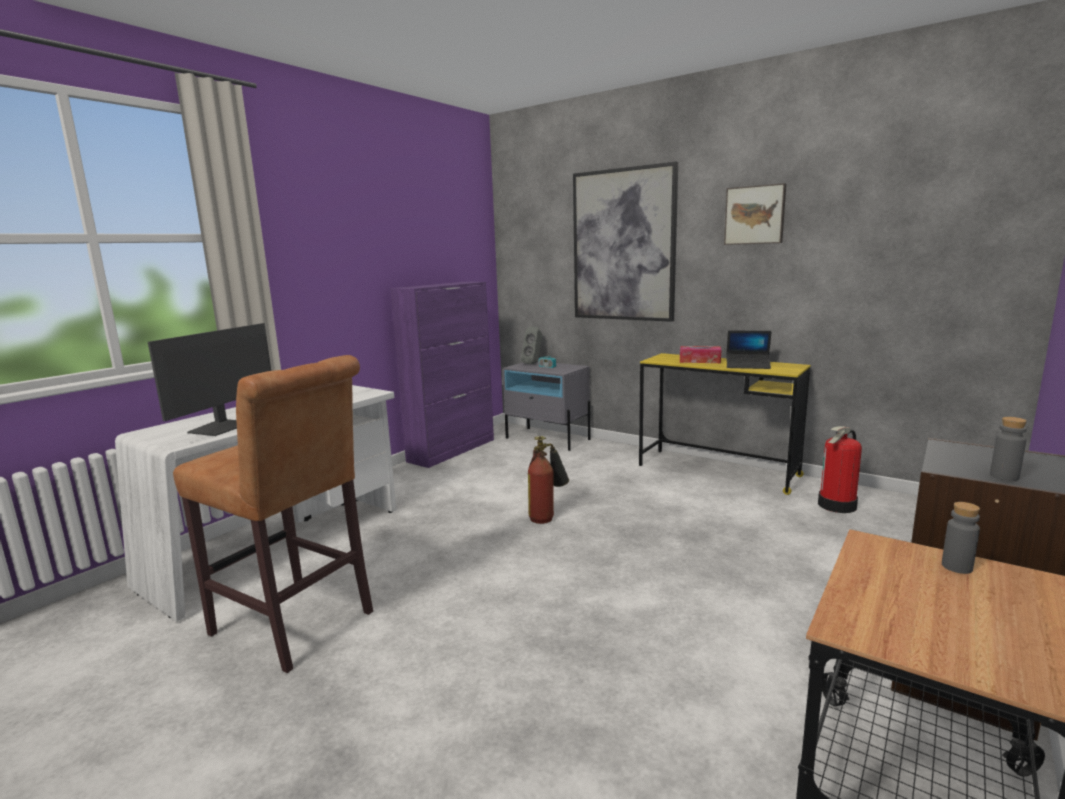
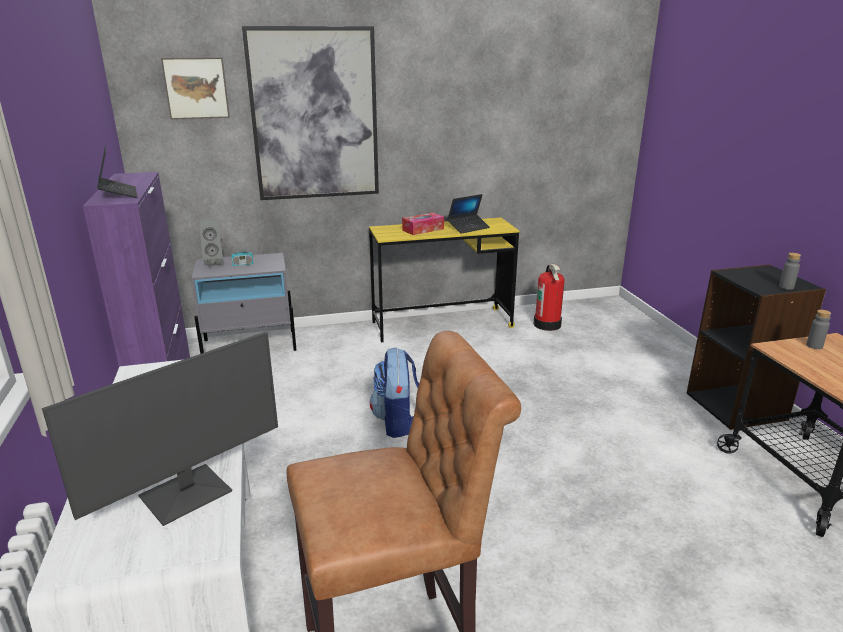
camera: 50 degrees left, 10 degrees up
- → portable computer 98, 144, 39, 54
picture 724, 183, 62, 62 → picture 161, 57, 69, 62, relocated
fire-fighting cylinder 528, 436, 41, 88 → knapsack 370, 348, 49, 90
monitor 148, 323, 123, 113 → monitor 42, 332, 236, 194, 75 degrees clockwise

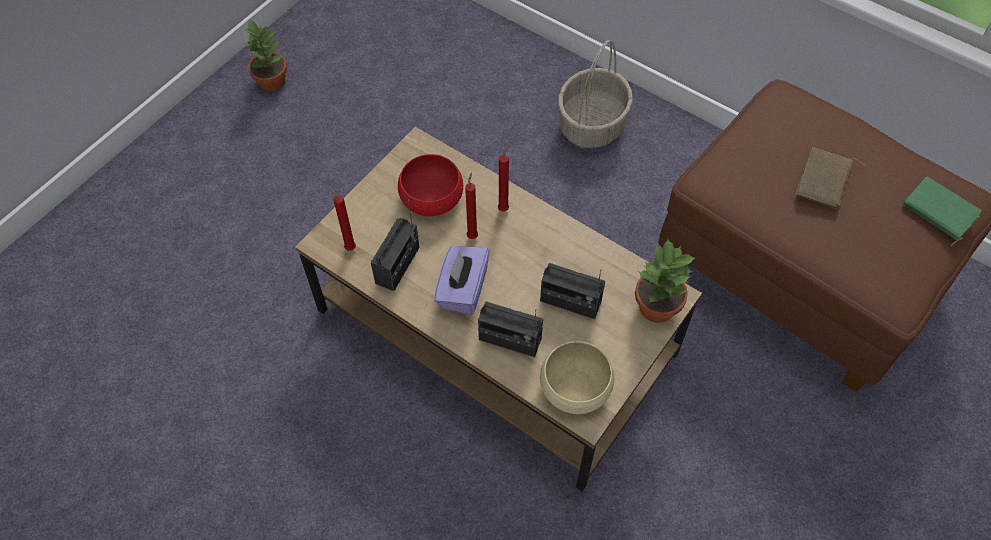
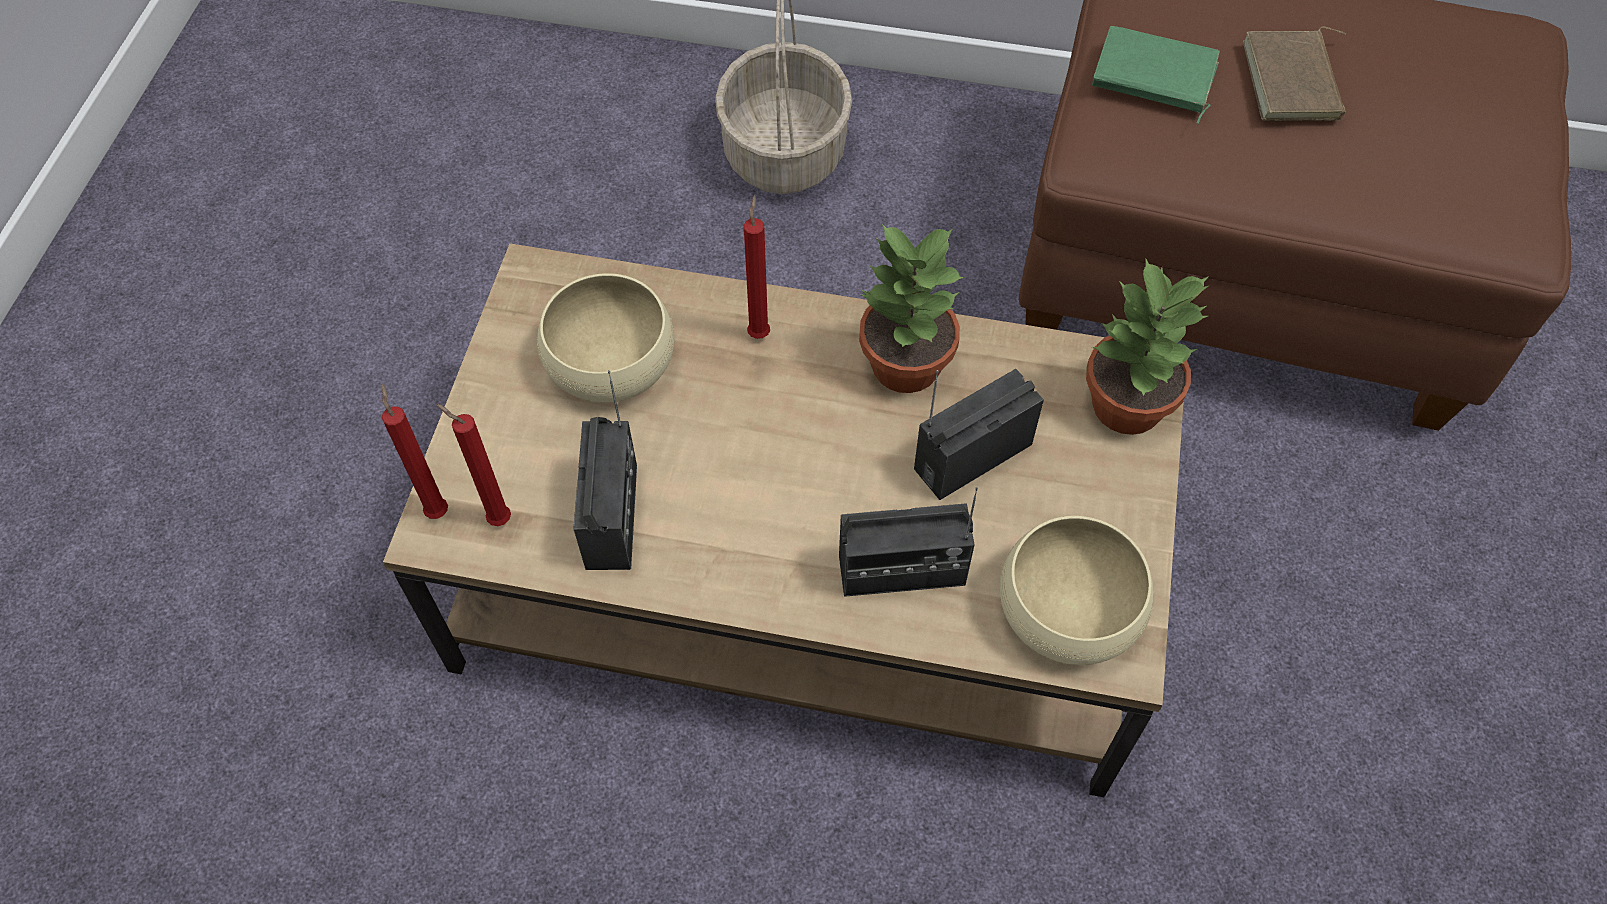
camera: 25 degrees left, 0 degrees up
purplish tissue box 434, 246, 56, 69 → -
houseplant 245, 19, 42, 72 → houseplant 859, 224, 106, 169, relocated
red-coloured wax candle 465, 172, 13, 67 → red-coloured wax candle 382, 384, 66, 135, relocated
greenish volume 903, 177, 79, 69 → greenish volume 1092, 26, 128, 98, relocated
red-coloured serving bowl 398, 154, 65, 62 → beige serving bowl 537, 273, 138, 130
radio set 540, 263, 65, 56 → radio set 914, 369, 130, 131, 150 degrees clockwise

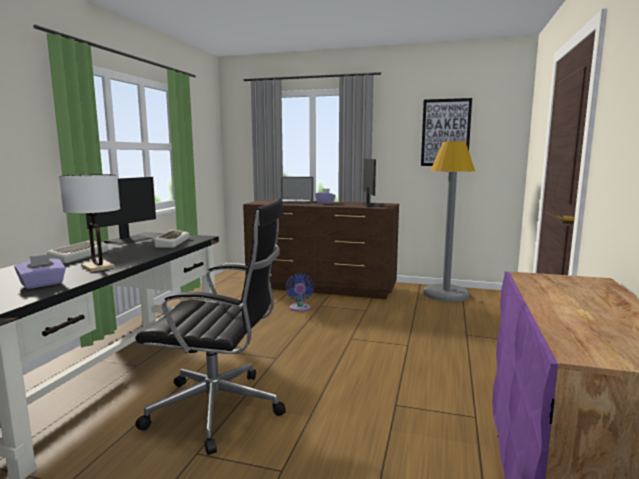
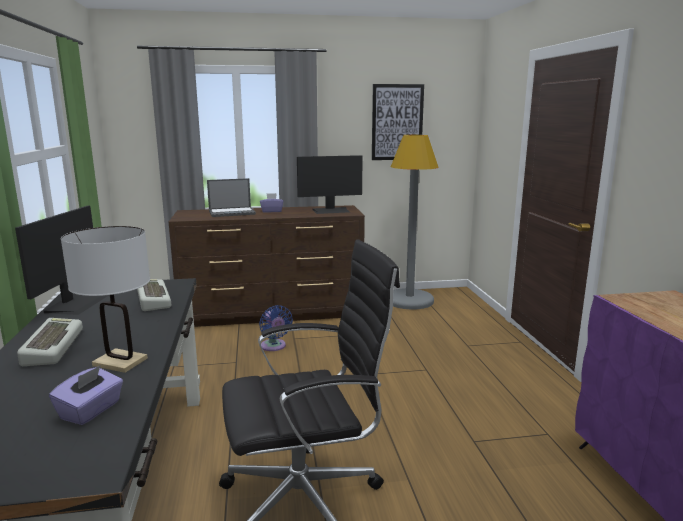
camera: 25 degrees left, 5 degrees up
monitor 362, 159, 22, 48 → monitor 297, 155, 66, 59, 105 degrees clockwise

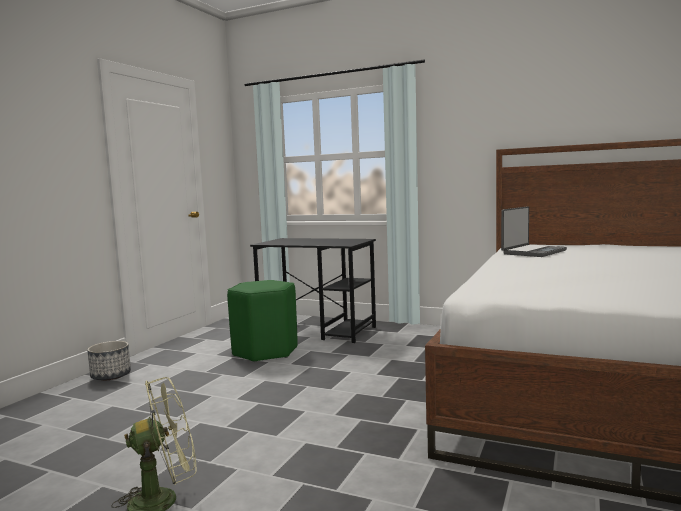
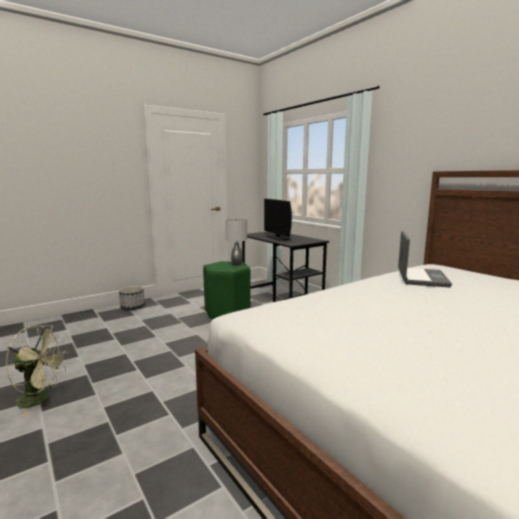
camera: 30 degrees right, 5 degrees up
- → greyish lamp for a table 226, 219, 21, 46
- → monitor 264, 199, 28, 42
portable computer 501, 206, 66, 51 → portable computer 398, 231, 54, 56, 60 degrees counterclockwise

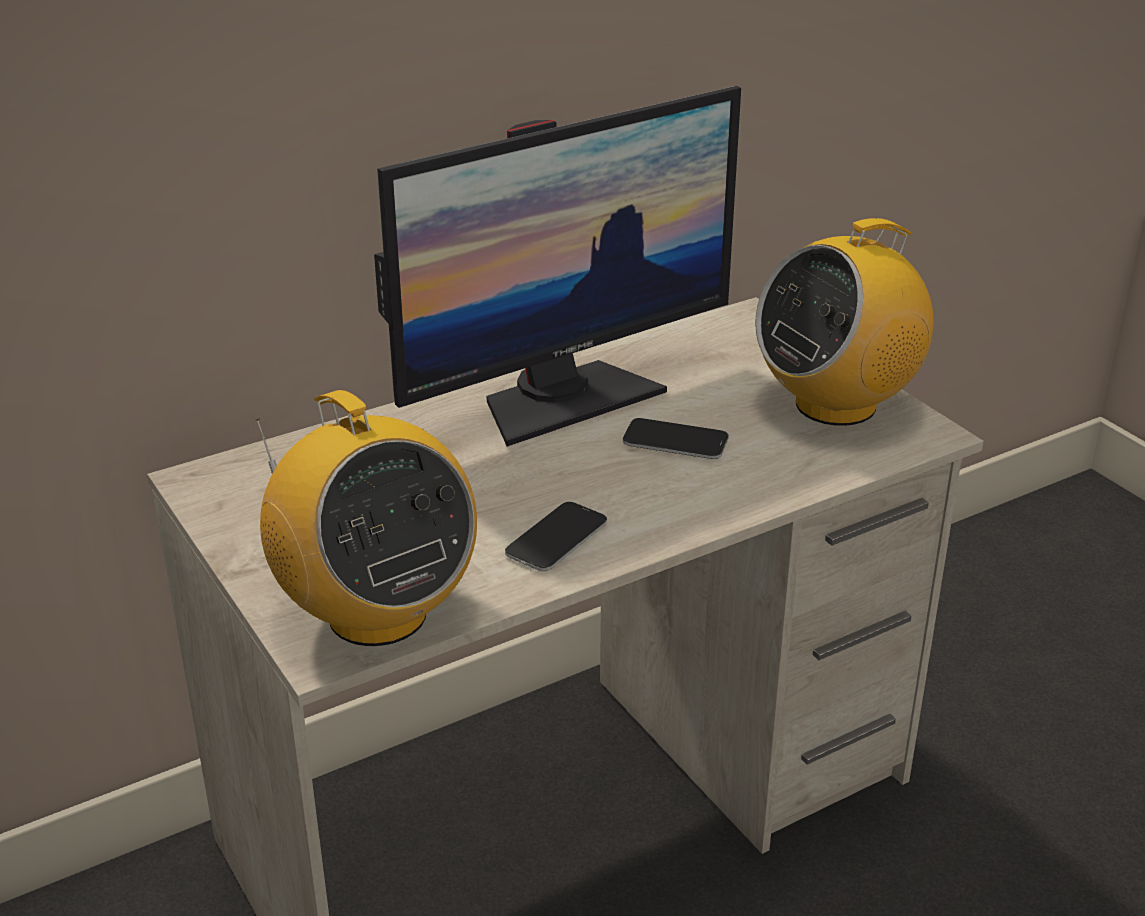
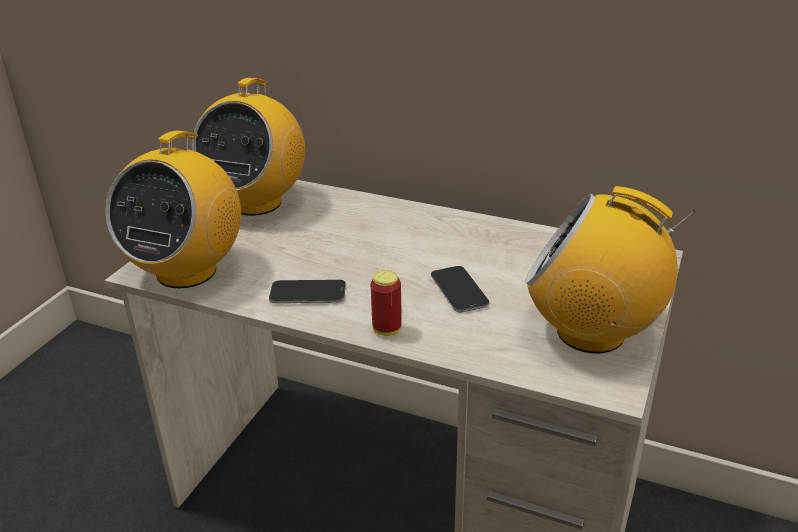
camera: 55 degrees right, 0 degrees up
monitor 374, 86, 367, 361 → -
- → radio set 192, 78, 113, 138
- → metal can 371, 270, 31, 66

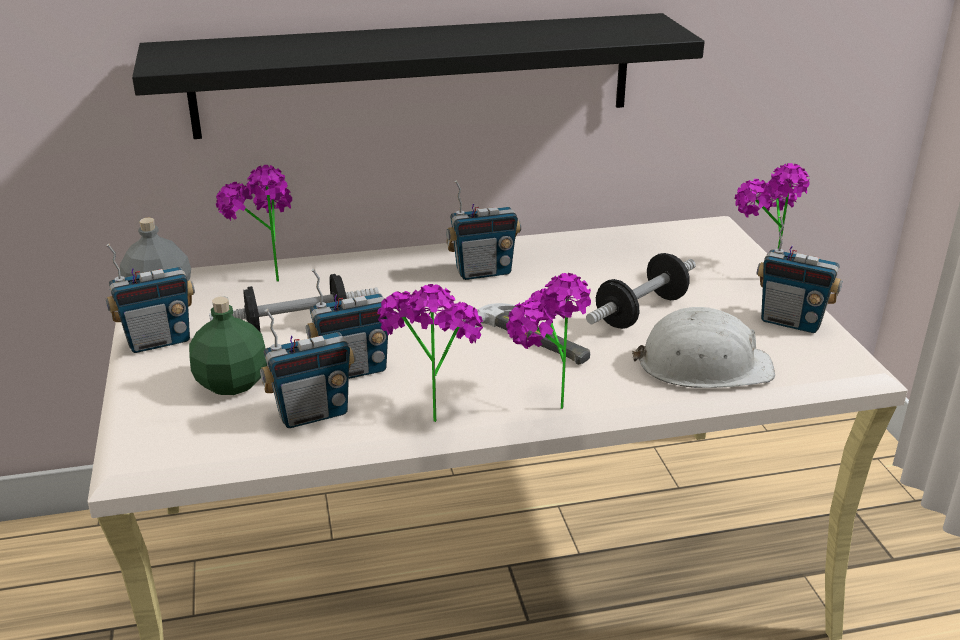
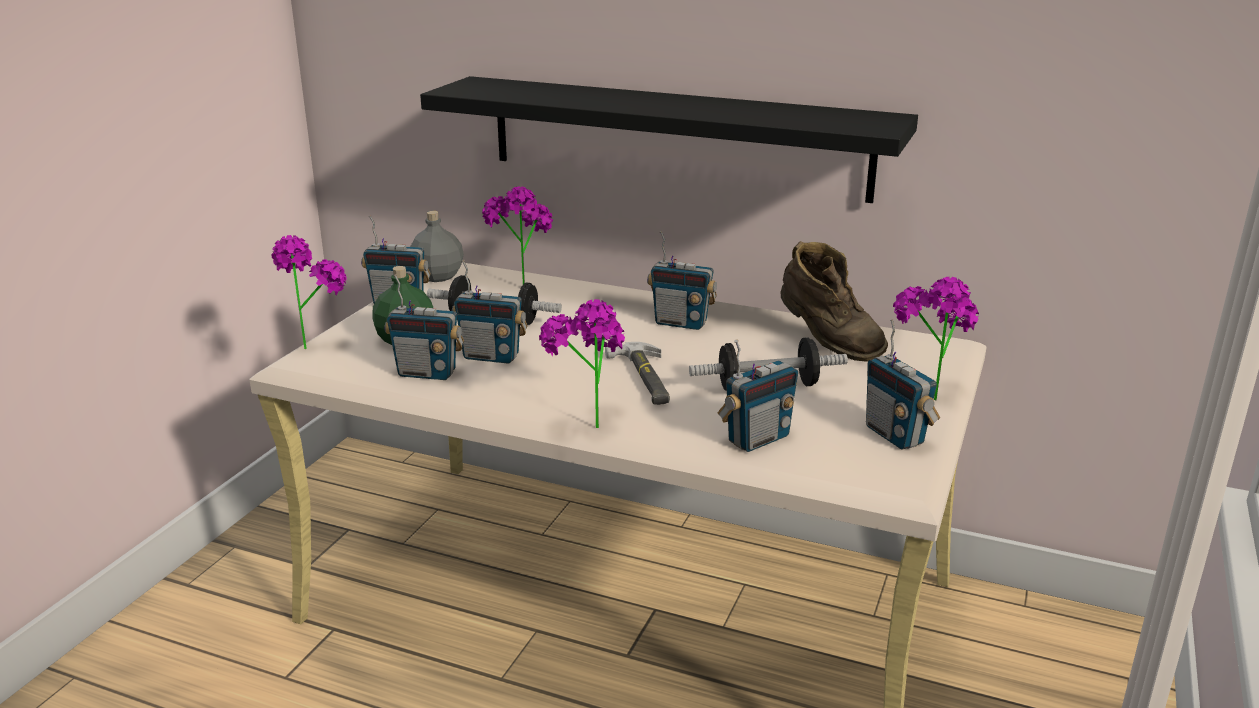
camera: 35 degrees right, 5 degrees down
- → brown-coloured boot 780, 241, 108, 121
houseplant 378, 284, 105, 138 → houseplant 271, 235, 76, 114, relocated
white work helmet 632, 307, 143, 81 → radio set 718, 340, 80, 112

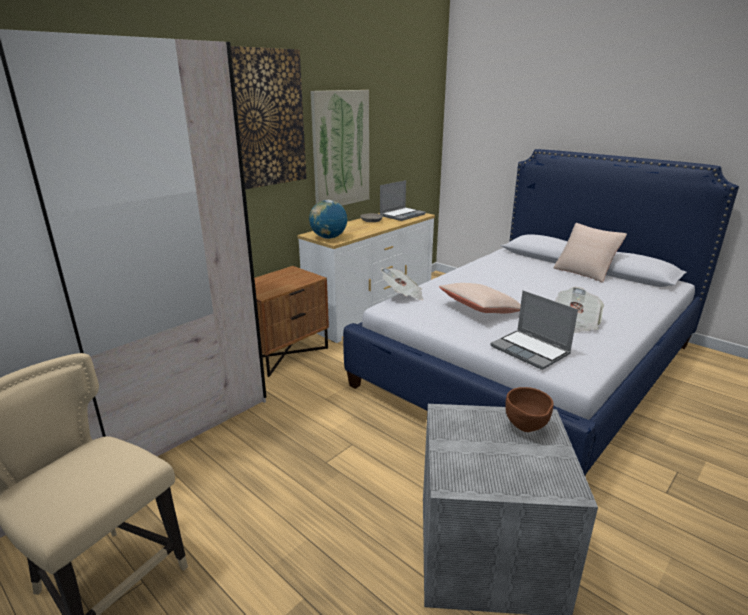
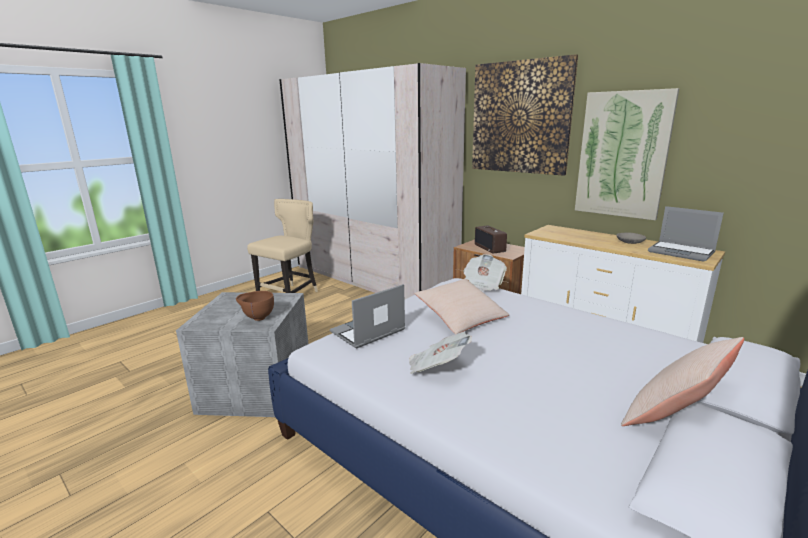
camera: 90 degrees right, 5 degrees down
globe 309, 200, 38, 39 → -
- → radio set 475, 225, 32, 29

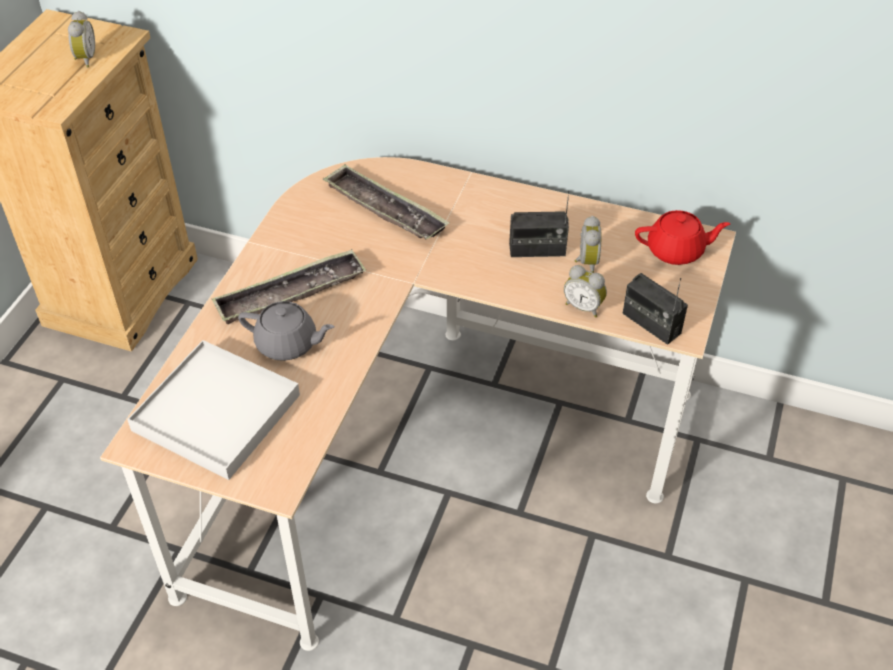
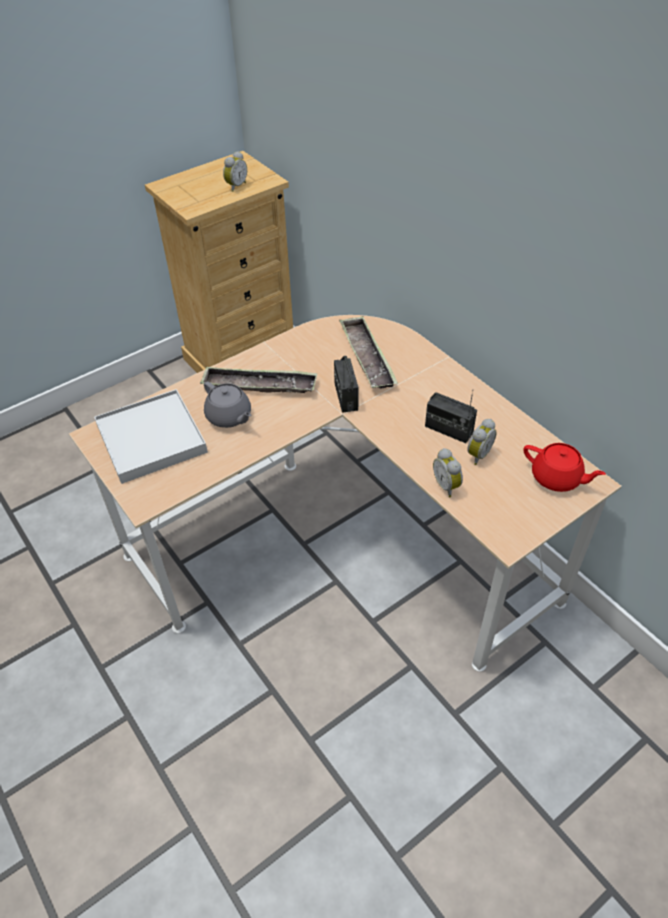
camera: 35 degrees right, 0 degrees up
radio set 622, 273, 66, 72 → radio set 334, 356, 25, 57, relocated

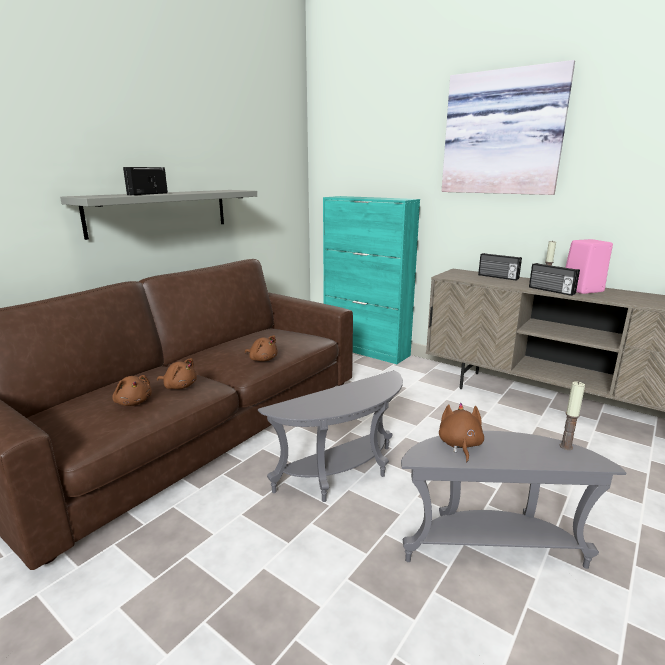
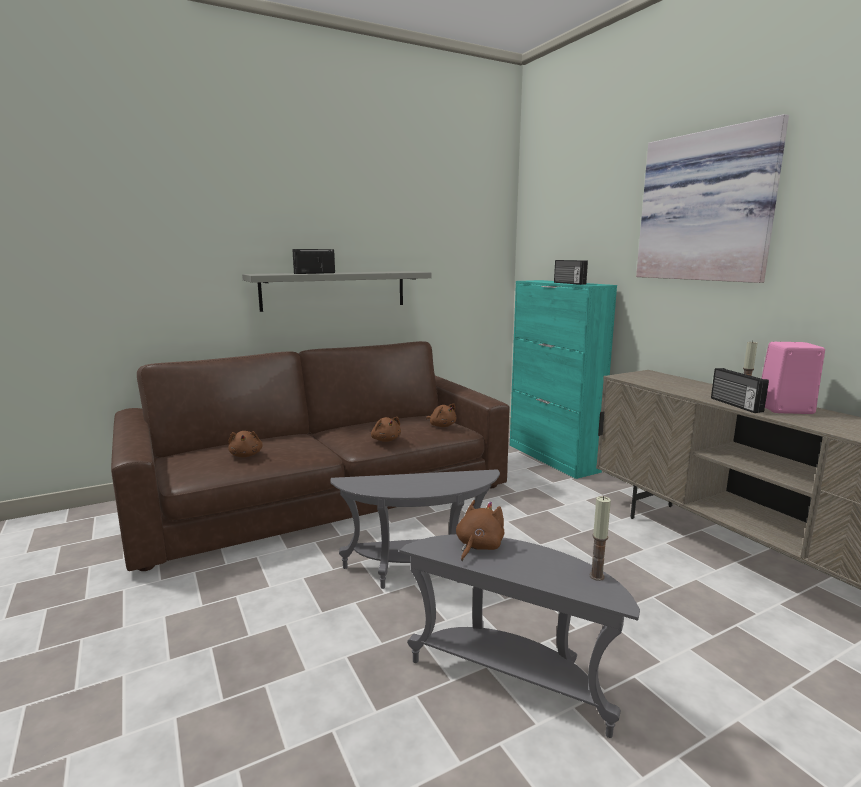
camera: 25 degrees right, 5 degrees down
brown-coloured cuddly toy 157, 358, 40, 31 → brown-coloured cuddly toy 426, 404, 31, 23, relocated
radio set 478, 253, 44, 28 → radio set 554, 260, 34, 25, relocated

